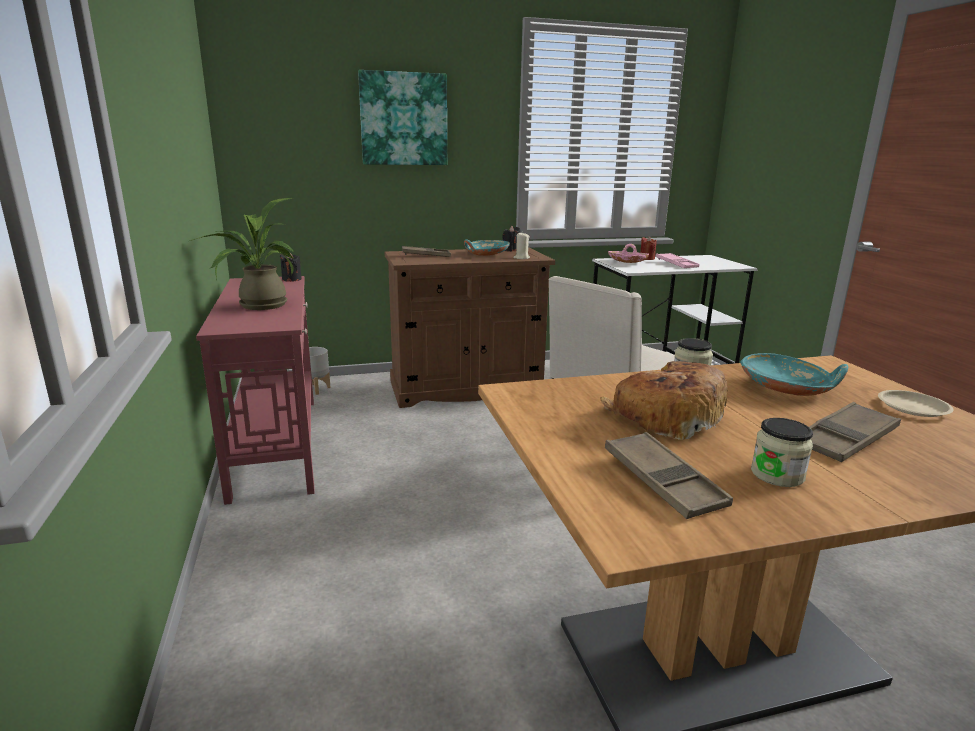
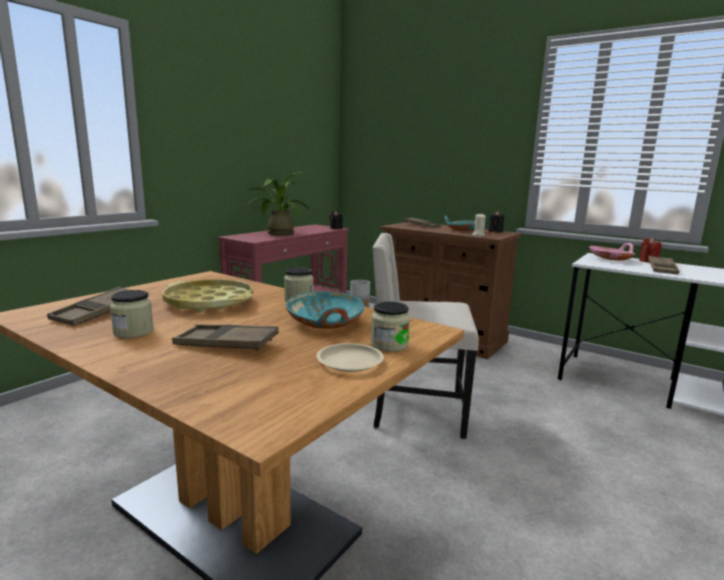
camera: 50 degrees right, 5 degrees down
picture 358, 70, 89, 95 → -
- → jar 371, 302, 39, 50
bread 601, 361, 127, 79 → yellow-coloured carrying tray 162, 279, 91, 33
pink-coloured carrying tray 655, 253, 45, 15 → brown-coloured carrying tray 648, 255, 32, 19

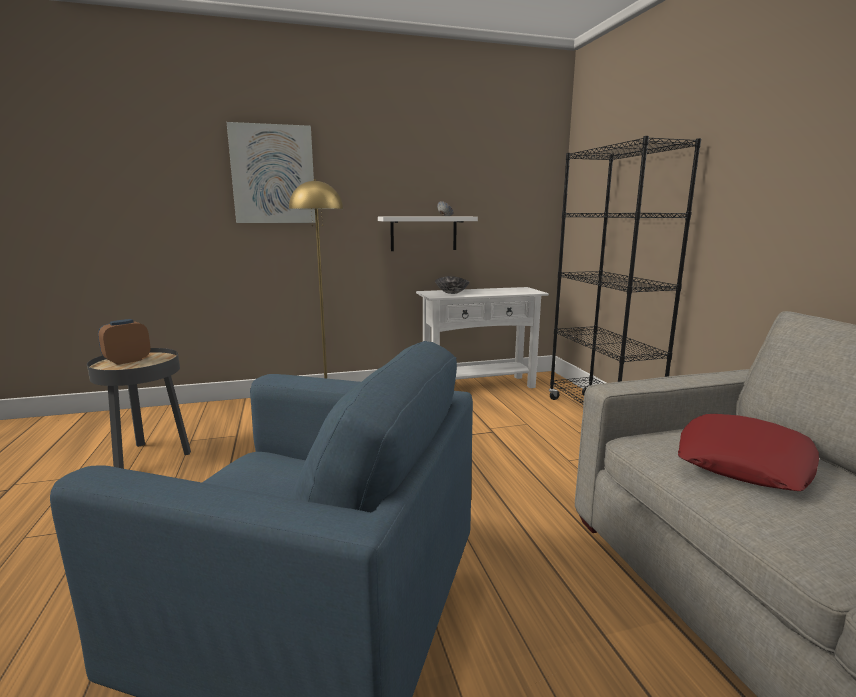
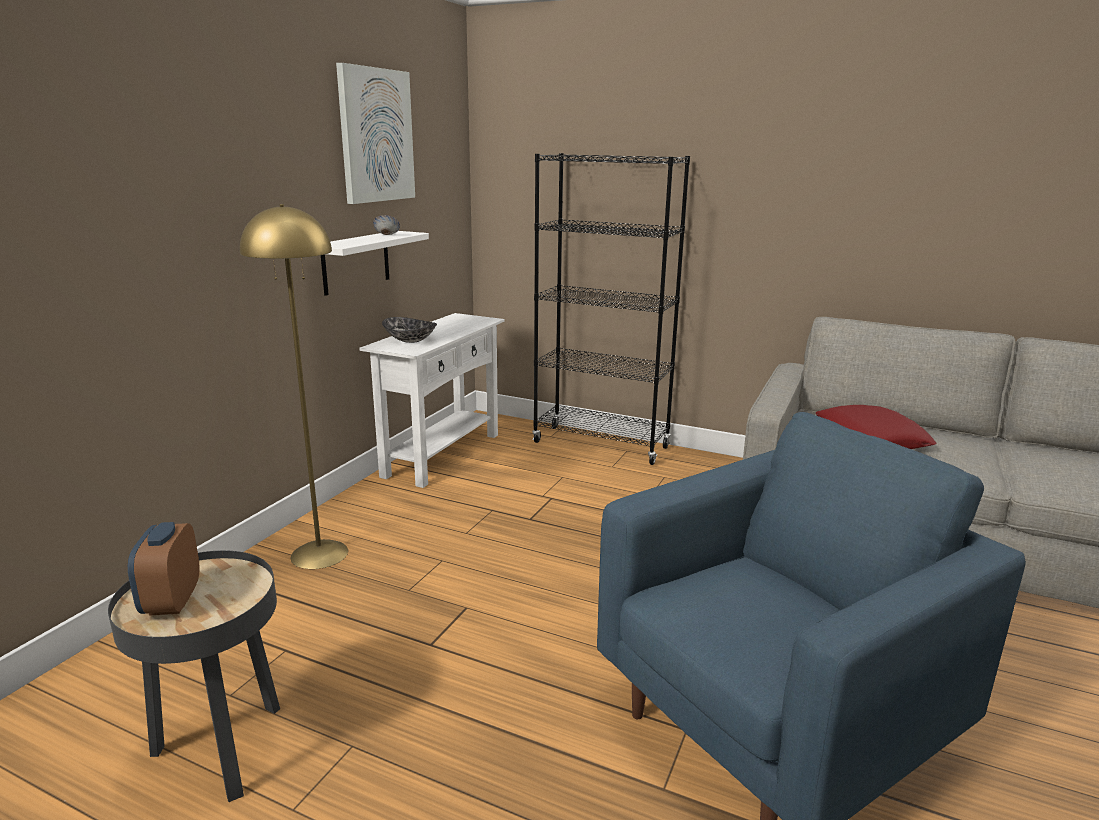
camera: 50 degrees left, 5 degrees up
picture 227, 122, 89, 101 → picture 336, 63, 79, 141, relocated

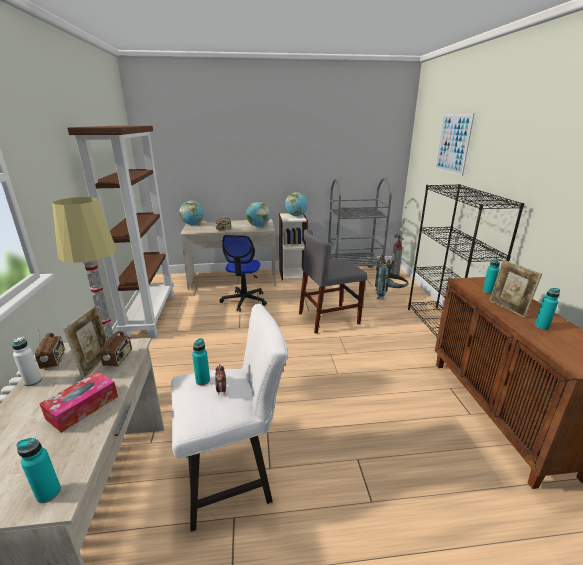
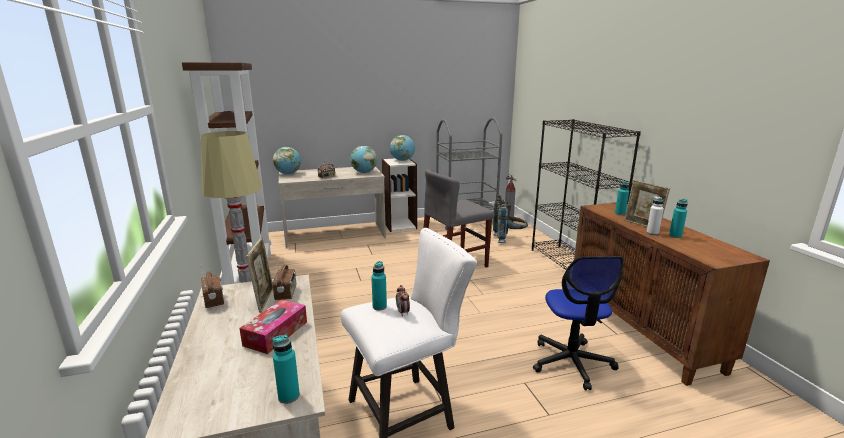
camera: 10 degrees left, 5 degrees down
picture 435, 113, 40, 63 → -
white drink bottle 12, 336, 30, 50 → white drink bottle 646, 196, 18, 39, relocated
computer chair 220, 235, 47, 77 → computer chair 533, 256, 91, 134, relocated

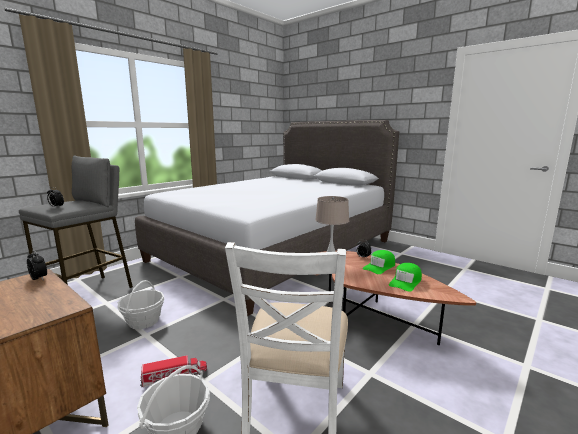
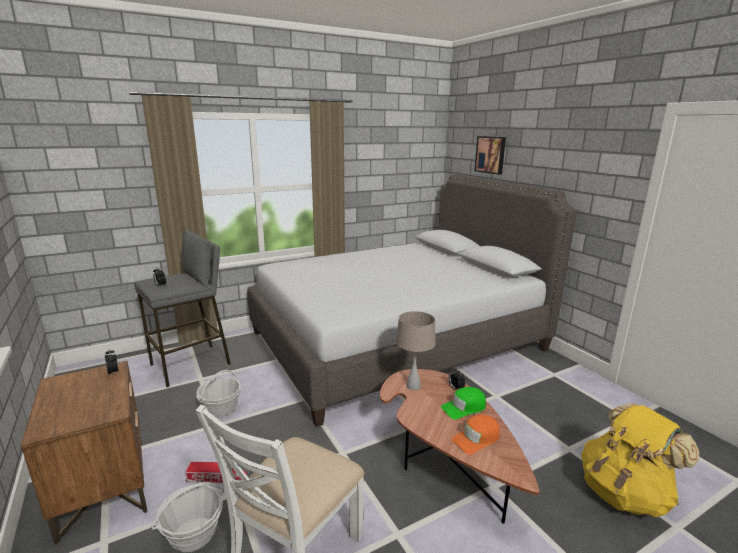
camera: 20 degrees right, 5 degrees up
- → picture 474, 136, 32, 39
- → yellow-coloured knapsack 581, 403, 118, 114
greenish cap 389, 263, 33, 29 → orangey cap 452, 414, 48, 41

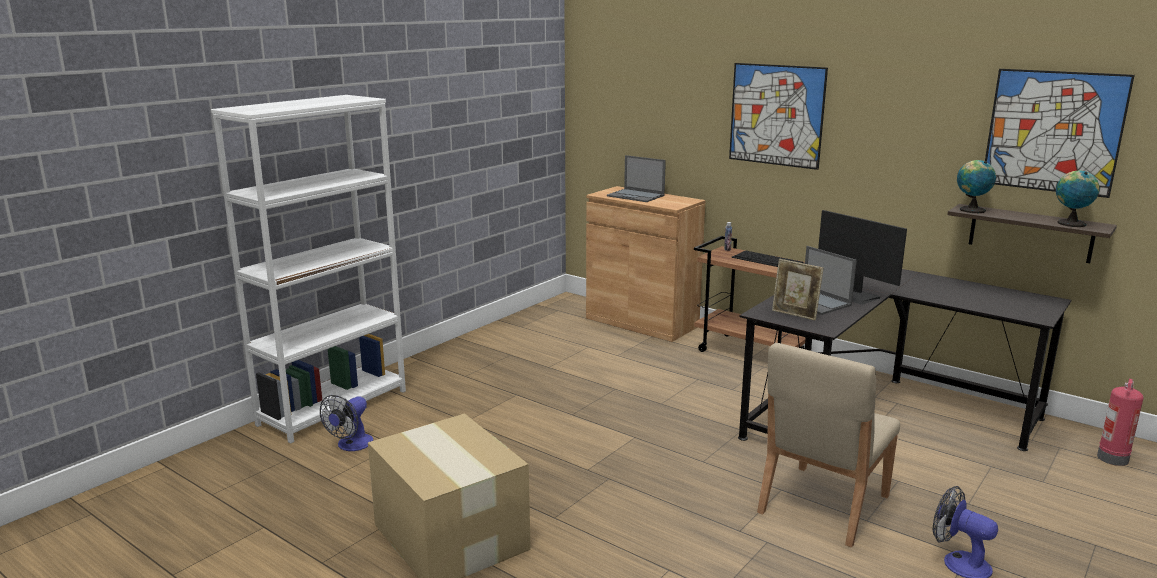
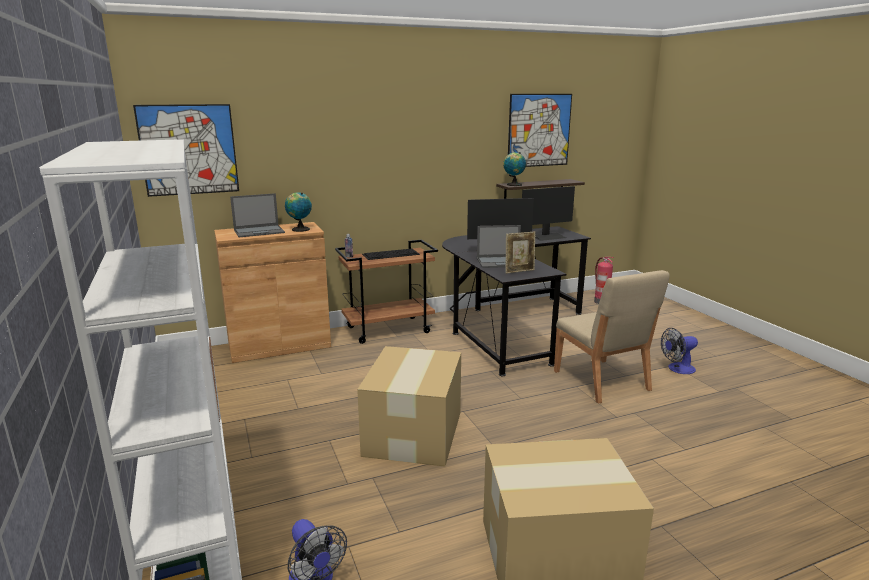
camera: 60 degrees left, 0 degrees up
- → cardboard box 357, 346, 104, 120
- → monitor 522, 186, 53, 55
picture 729, 63, 99, 107 → picture 133, 104, 106, 93, relocated
globe 1056, 170, 44, 57 → globe 285, 192, 27, 40, relocated

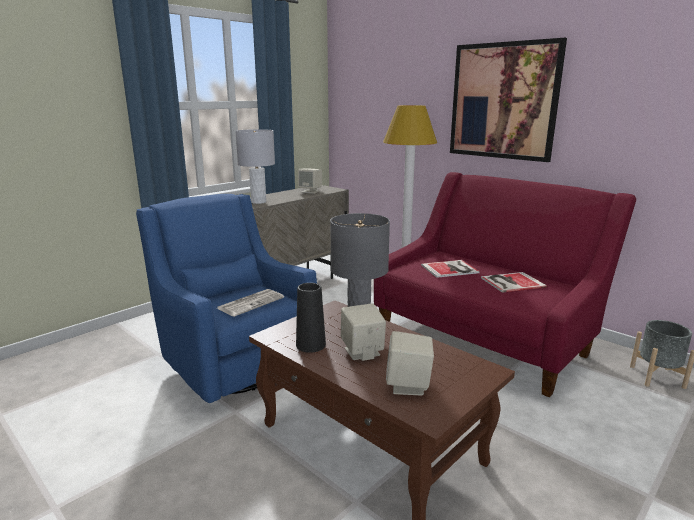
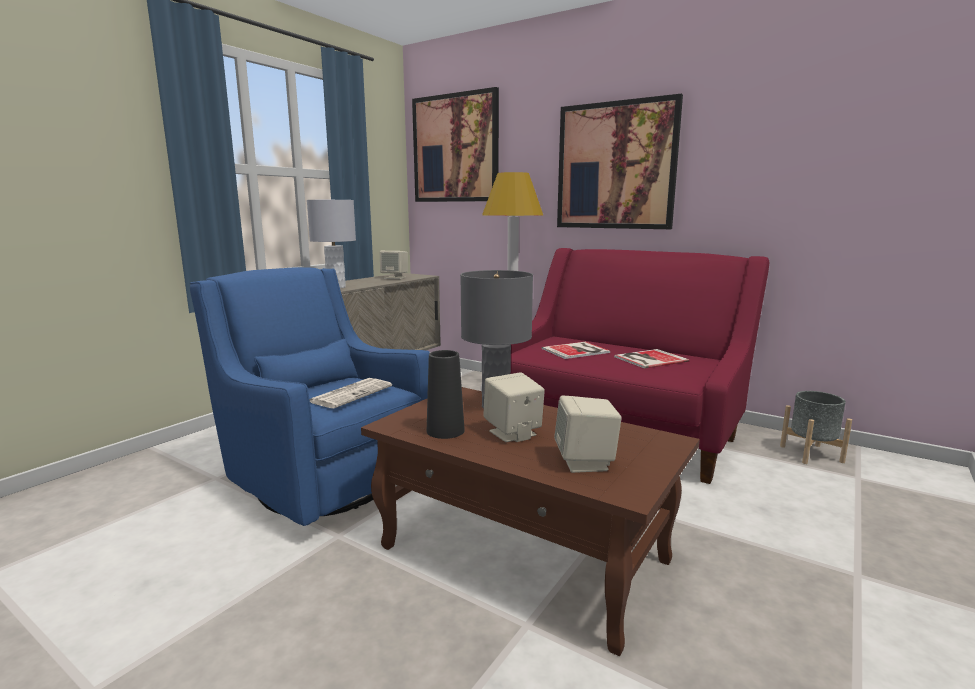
camera: 10 degrees left, 5 degrees down
- → picture 412, 87, 87, 115

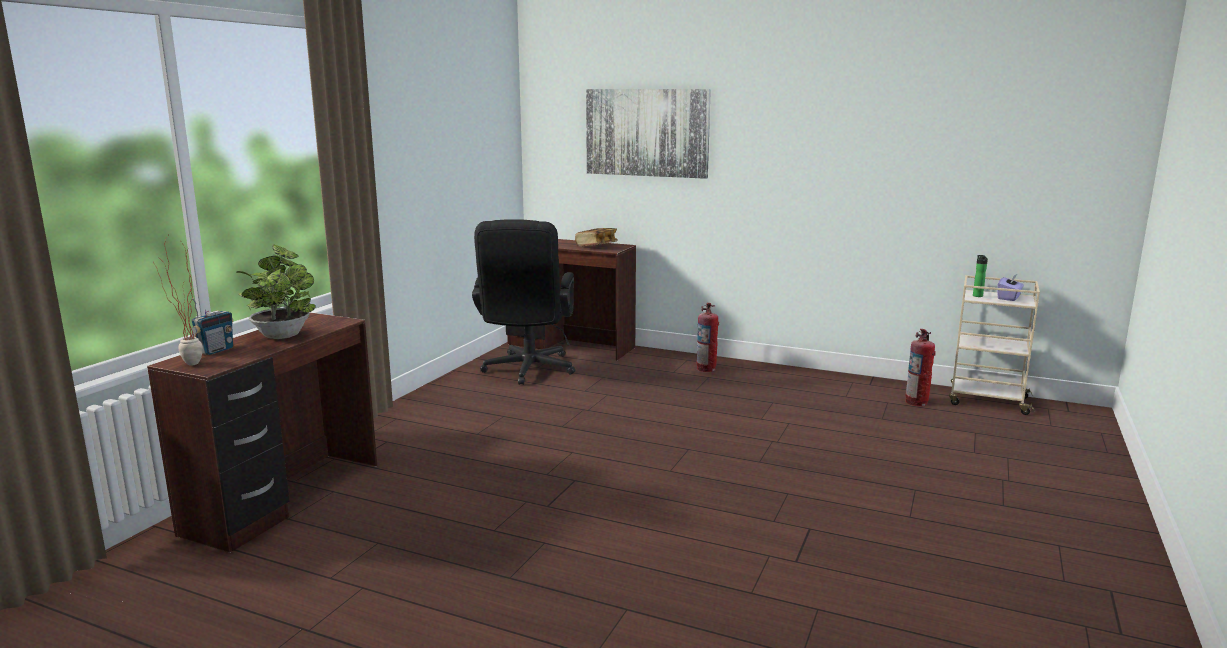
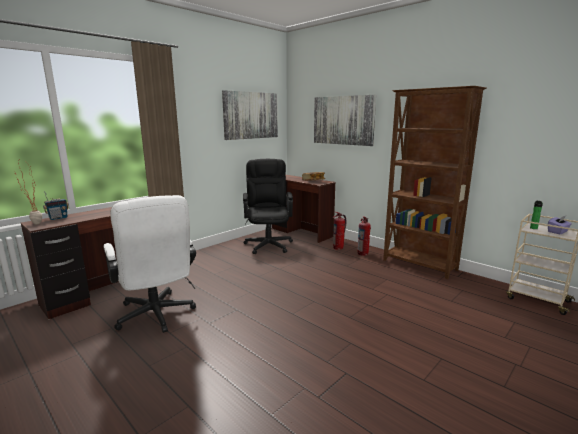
camera: 20 degrees right, 0 degrees up
houseplant 236, 245, 80, 94 → -
- → white computer chair 104, 195, 92, 138
- → picture 222, 90, 56, 50
- → brown-coloured bookcase 383, 86, 103, 193
fire-fighting cylinder 905, 329, 31, 77 → fire-fighting cylinder 332, 212, 14, 38, relocated
black-coloured computer chair 472, 219, 103, 166 → black-coloured computer chair 243, 159, 50, 95, 150 degrees clockwise

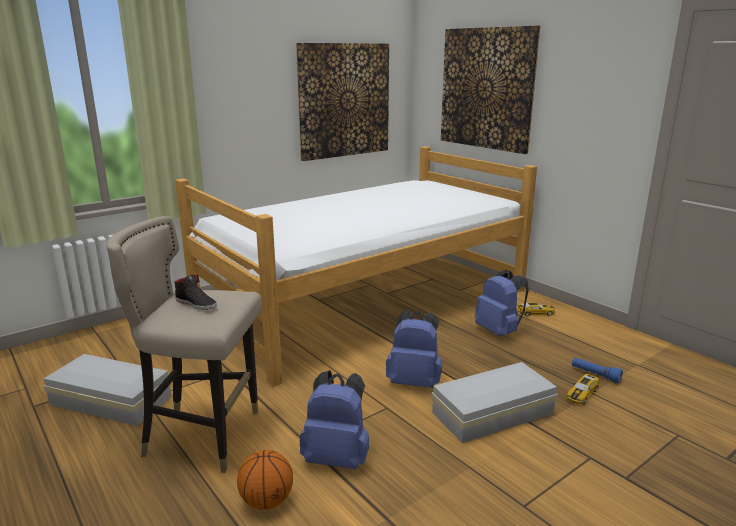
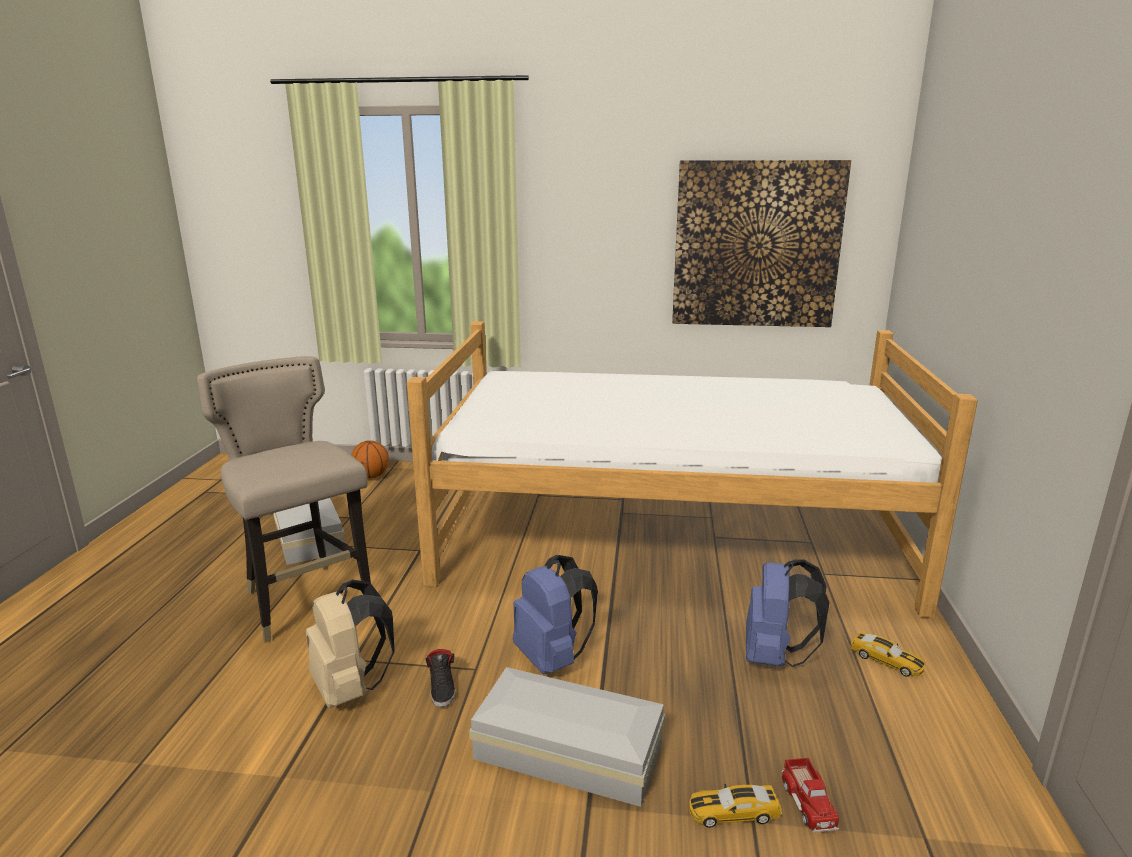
camera: 45 degrees right, 0 degrees up
picture 441, 26, 99, 128 → -
black-coloured item of footwear 174, 274, 43, 36 → black-coloured item of footwear 426, 649, 29, 58, relocated
basketball ball 237, 450, 56, 60 → basketball ball 351, 440, 38, 39, relocated
blue hand torch 572, 357, 51, 27 → model truck 782, 758, 57, 75
blue knapsack 300, 370, 69, 99 → beige knapsack 306, 579, 89, 129

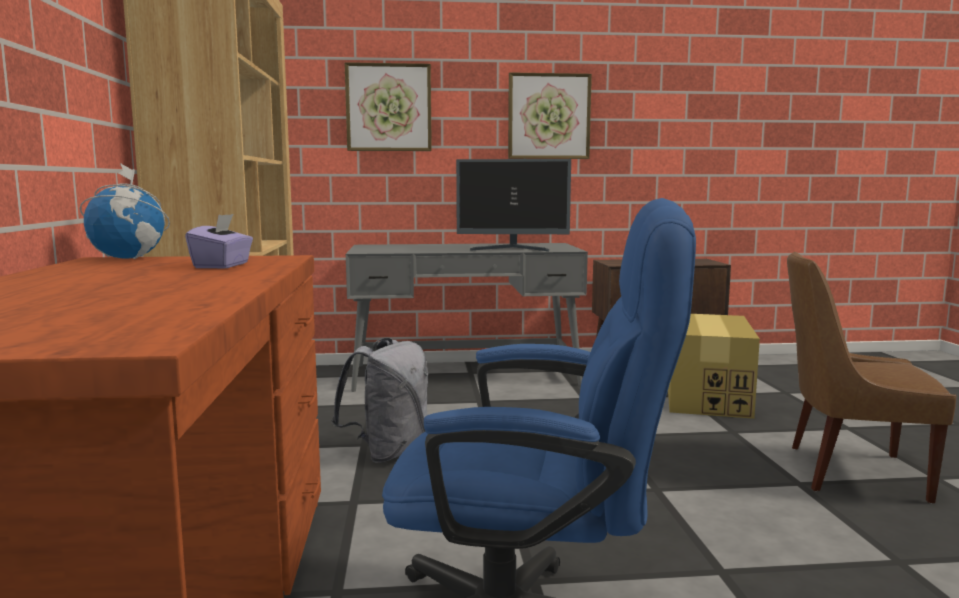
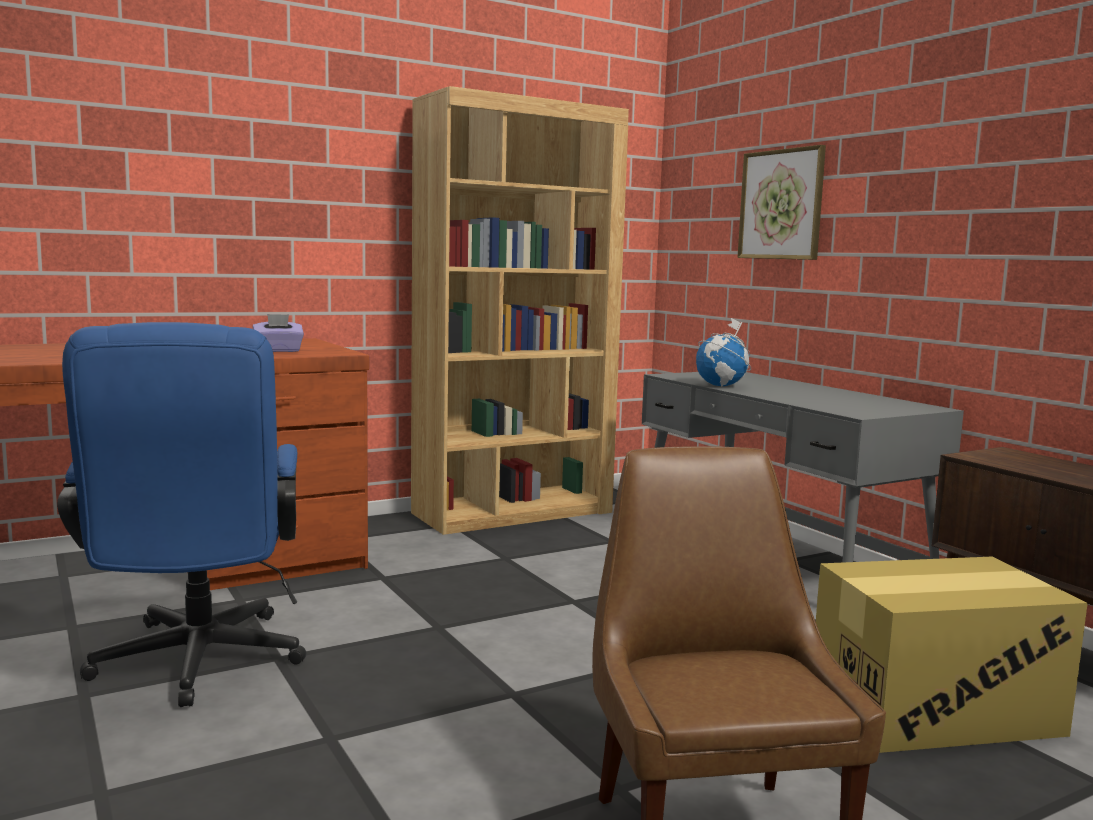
camera: 65 degrees right, 0 degrees up
greyish knapsack 331, 338, 97, 125 → -
monitor 456, 159, 115, 92 → -
picture 508, 72, 84, 87 → -
globe 80, 163, 90, 96 → globe 696, 318, 55, 69, relocated

